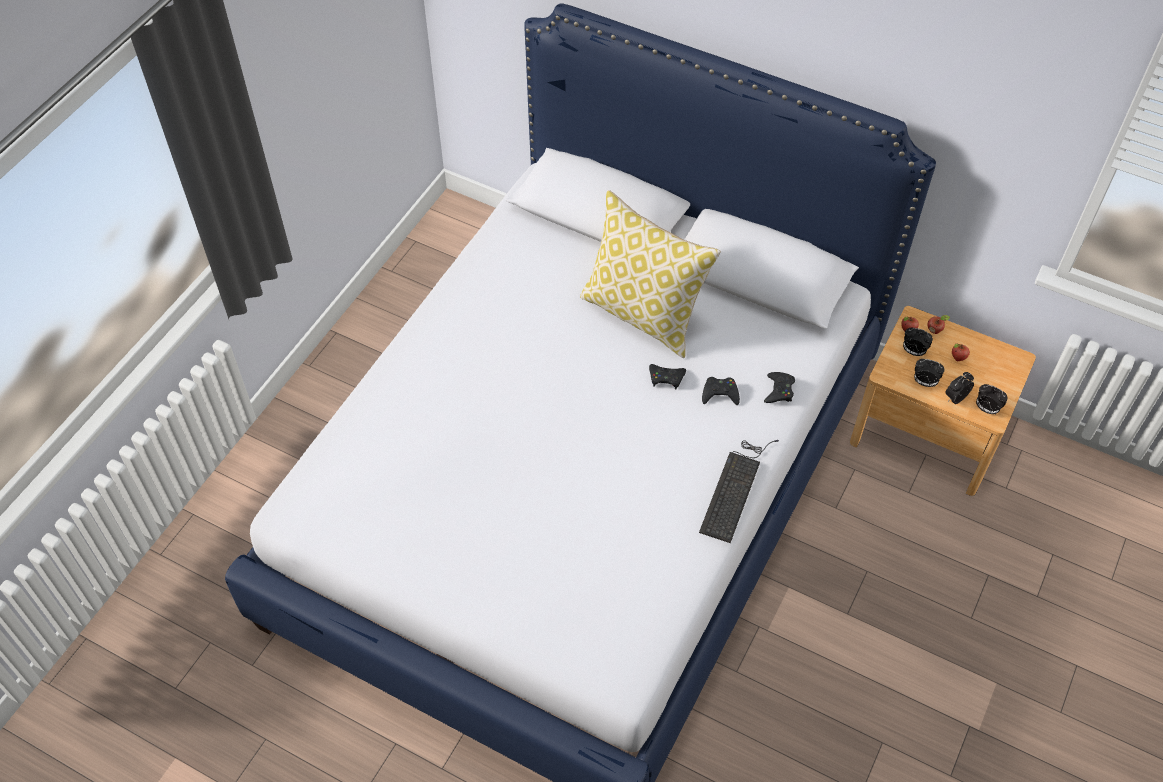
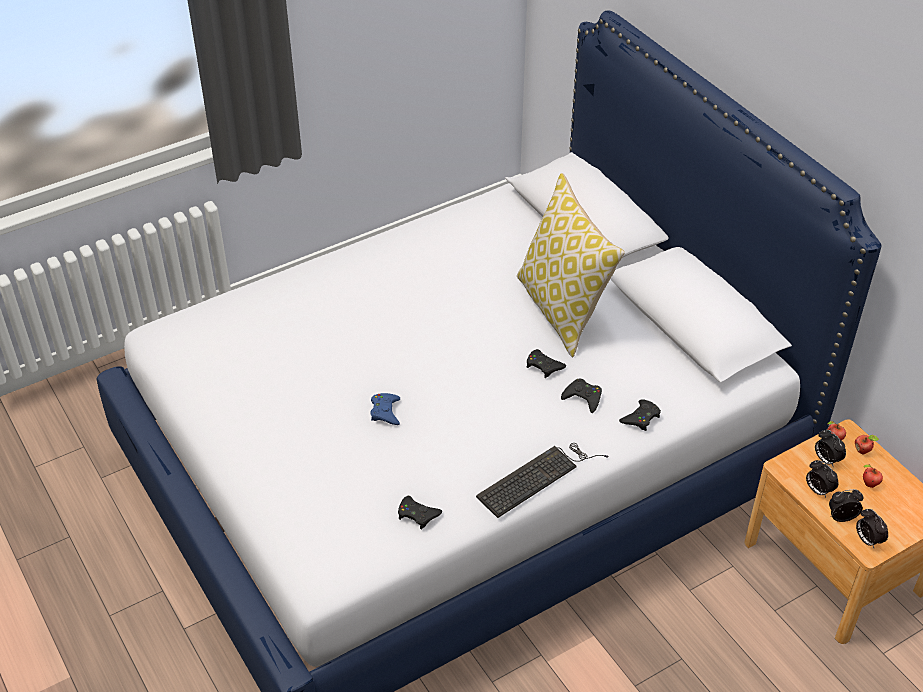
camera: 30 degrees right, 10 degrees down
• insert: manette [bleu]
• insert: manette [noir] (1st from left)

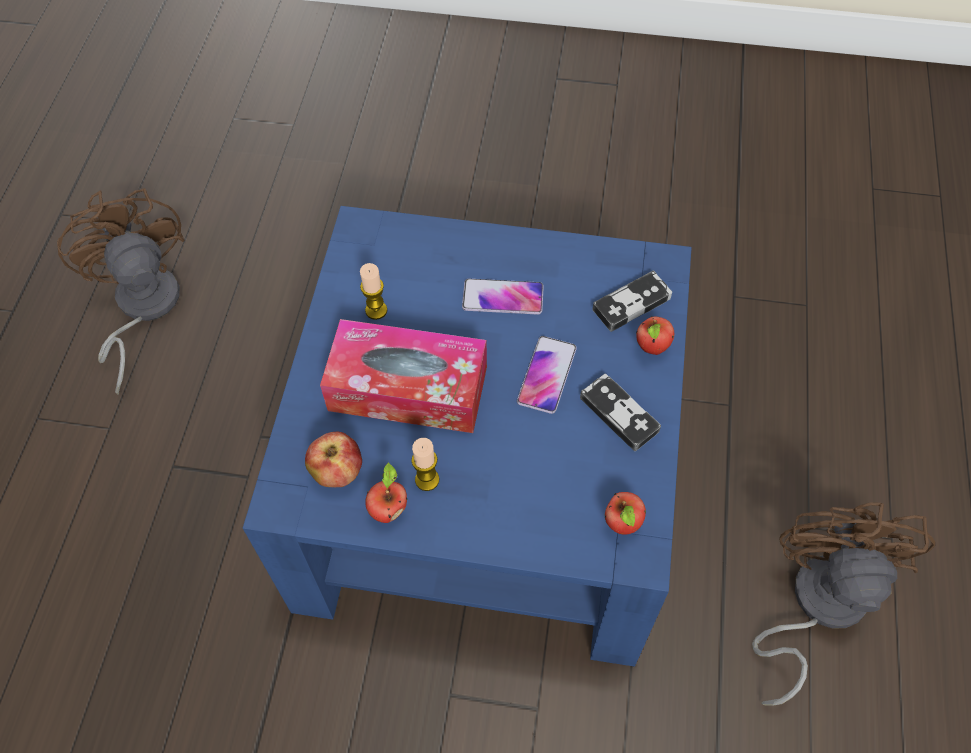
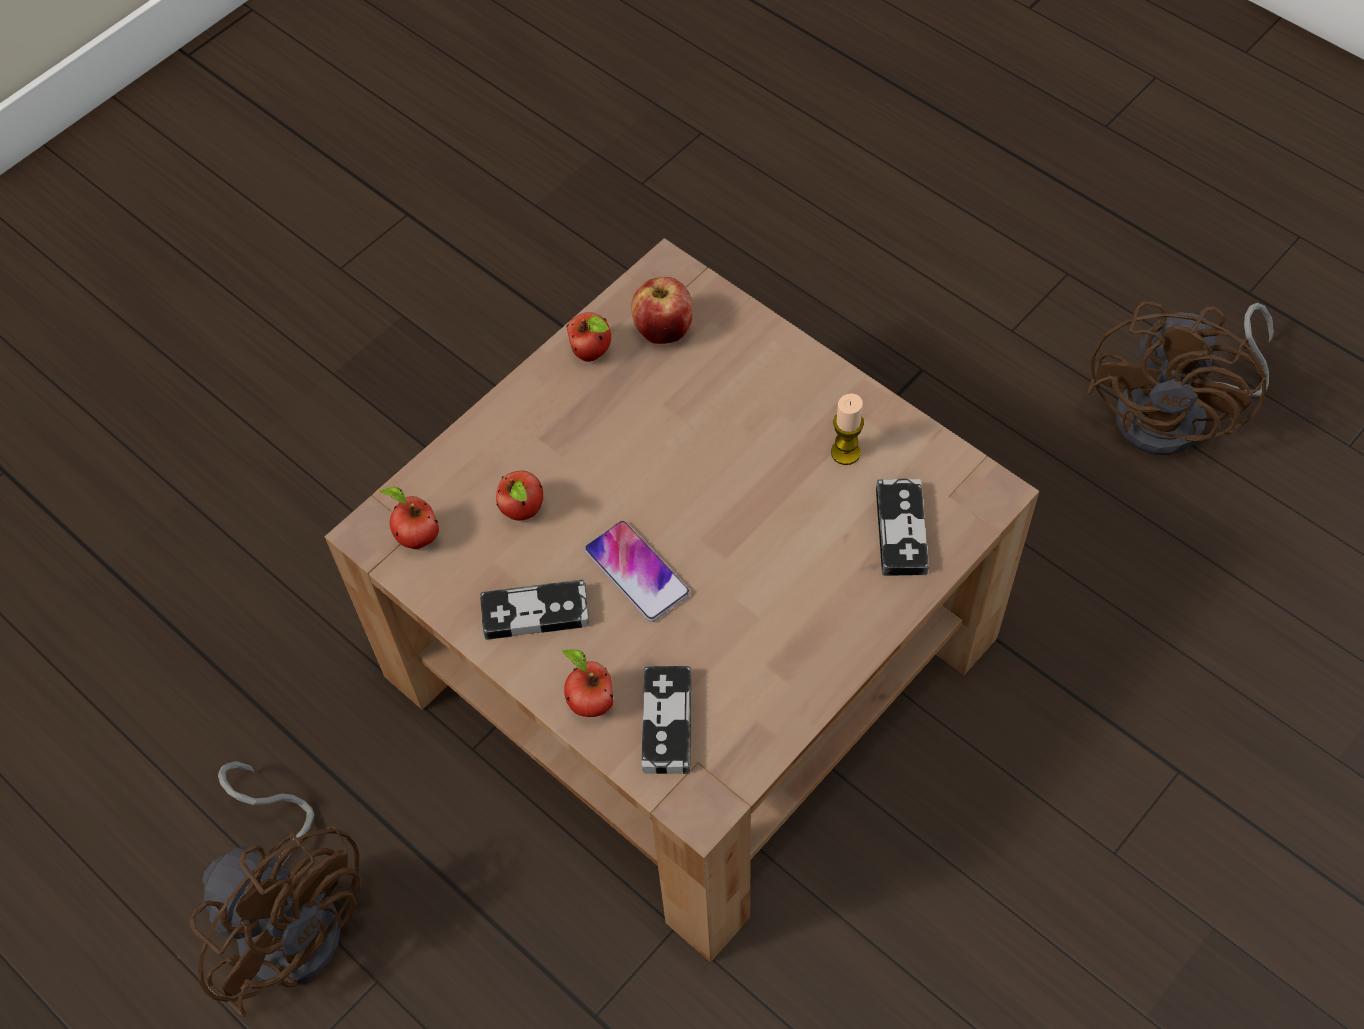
camera: 125 degrees right, 0 degrees up
• delete: boîte à mouchoirs
• delete: bougie (2nd from left)
• delete: téléphone (1st from left)
• insert: pomme (2nd from left)
• insert: manette (3rd from left)
• recolor: table basse [bleu] to table basse [marron]
• rotate: ventilateur [marron] (1st from left in the first image) 105 degrees clockwise

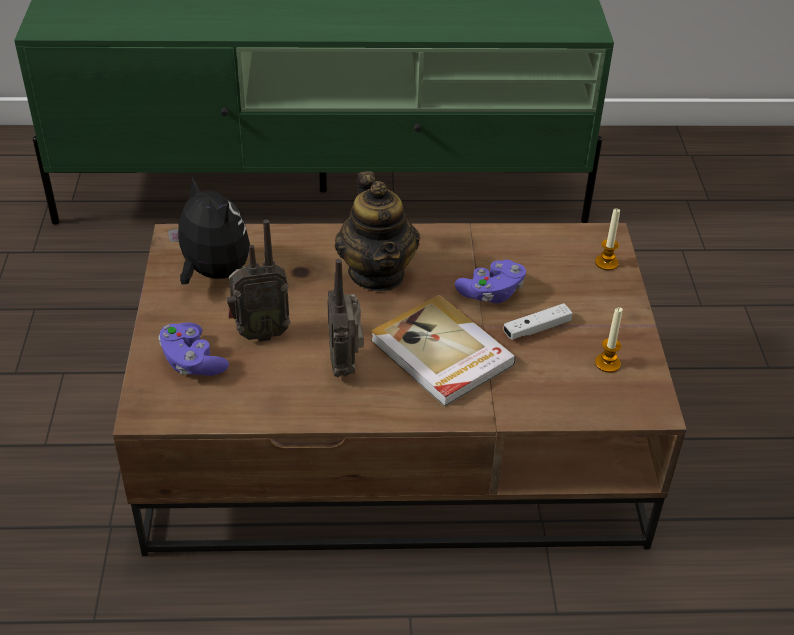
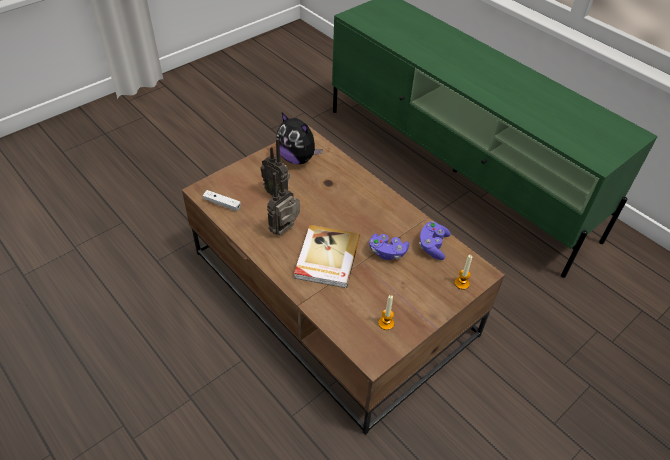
camera: 50 degrees right, 5 degrees up
• delete: théière
• move: manette [violet] (1st from left in the first image) to manette [violet] (2nd from left)
• move: manette [blanc]
• rotate: peluche 120 degrees clockwise

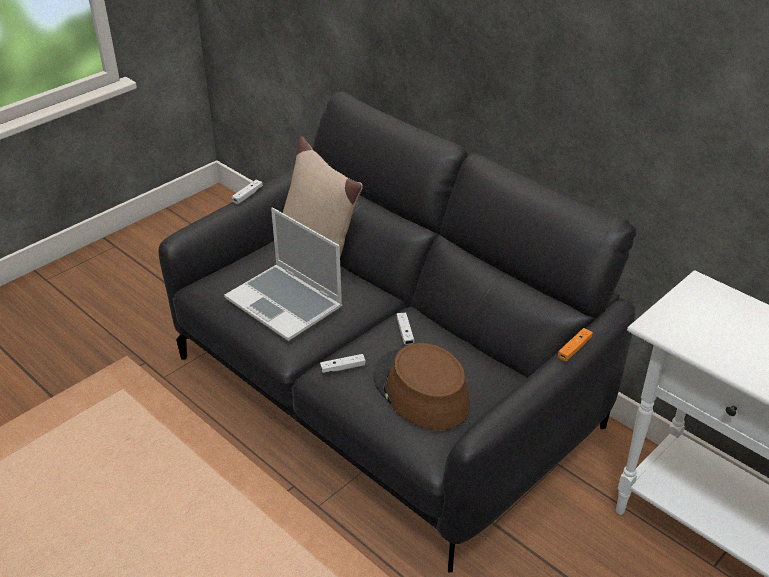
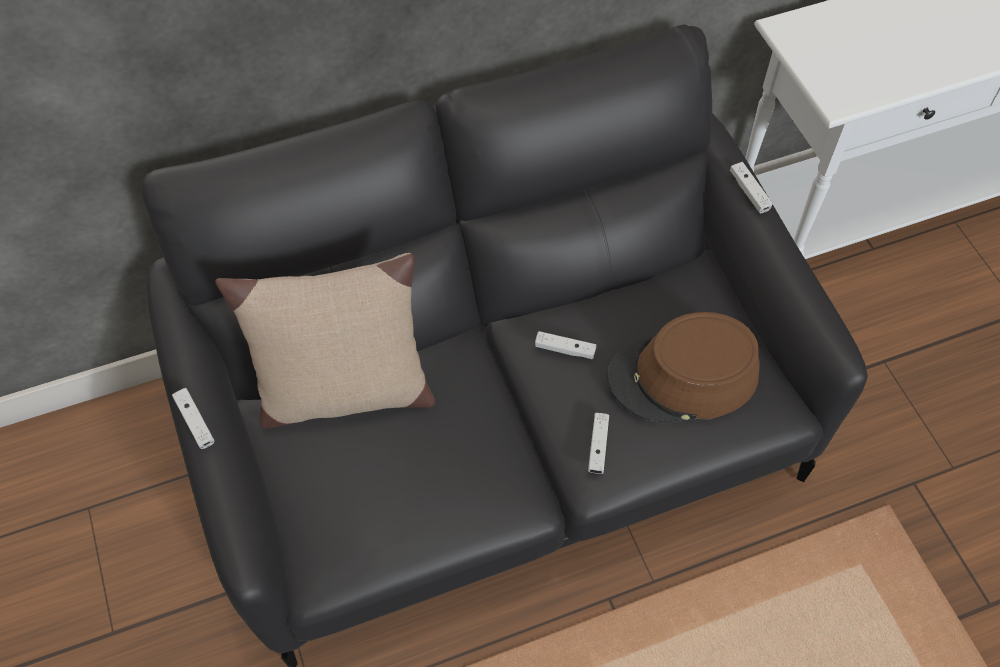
camera: 65 degrees left, 20 degrees up
• delete: ordinateur portable
• recolor: manette [orange] to manette [blanc] (4th from left)

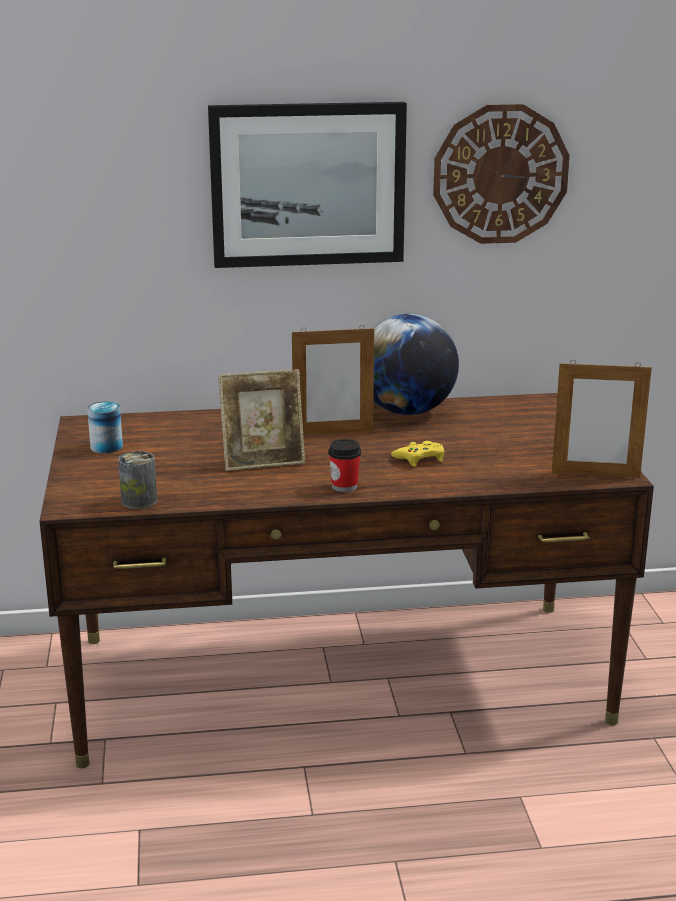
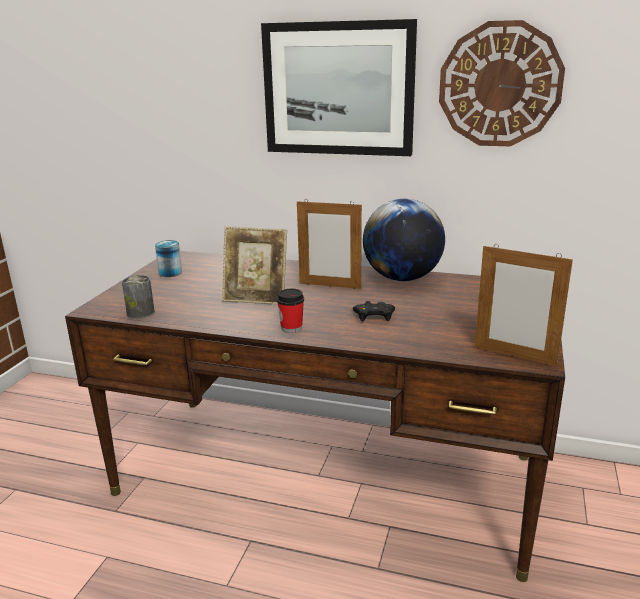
camera: 25 degrees right, 0 degrees up
• recolor: manette [jaune] to manette [noir]

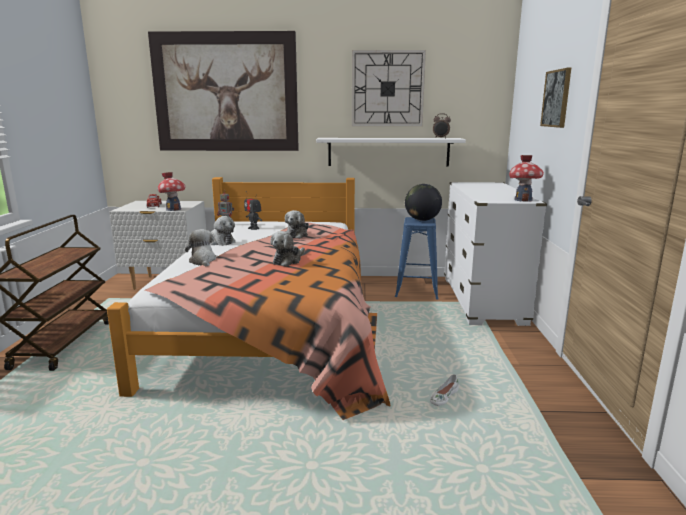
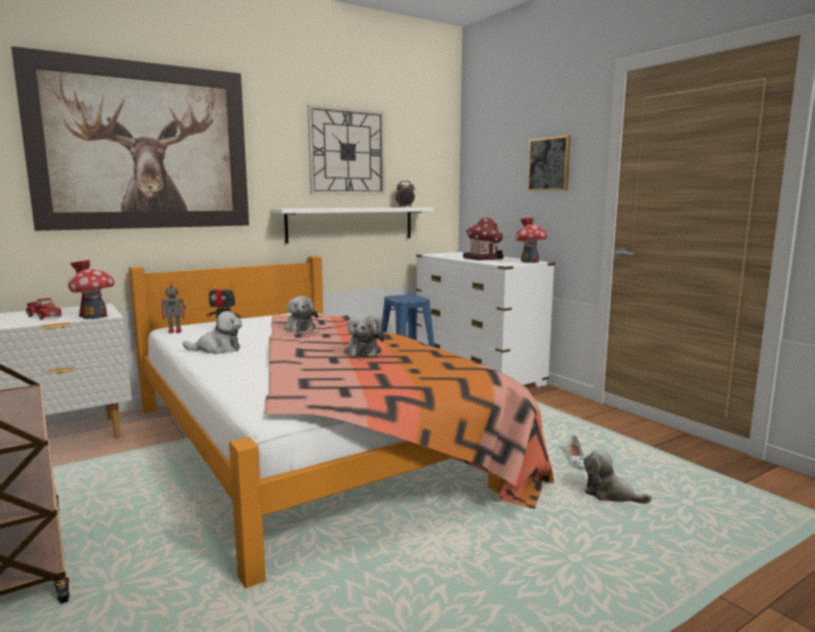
camera: 35 degrees left, 5 degrees down
• delete: globe
• insert: maison miniature (2nd from left)
• move: peluche (1st from left in the first image) to peluche (4th from left)

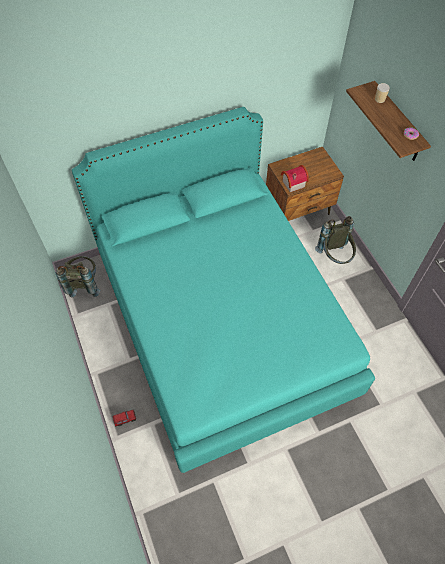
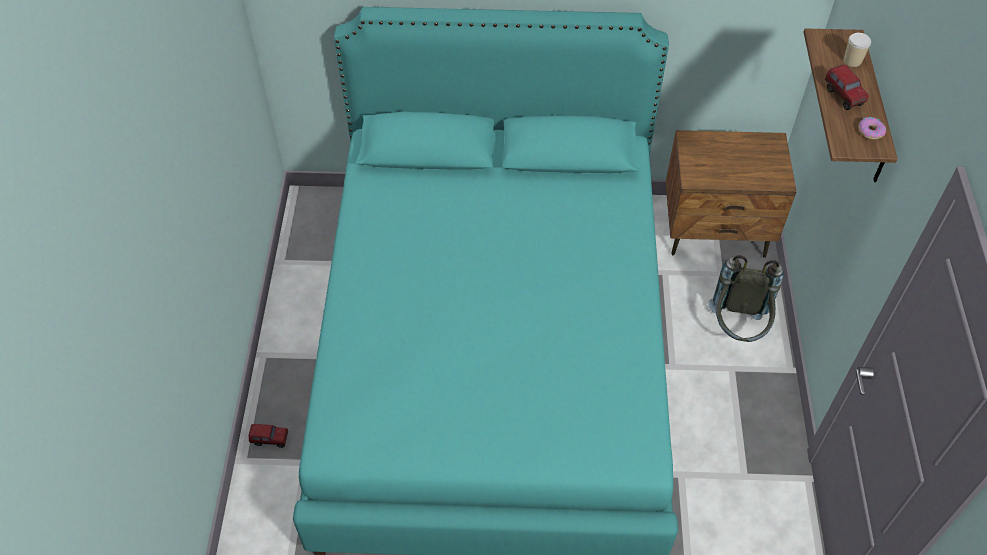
camera: 25 degrees right, 5 degrees down
• delete: sac à dos [gris] (1st from left)
• delete: maison miniature
• insert: camion jouet (2nd from left)

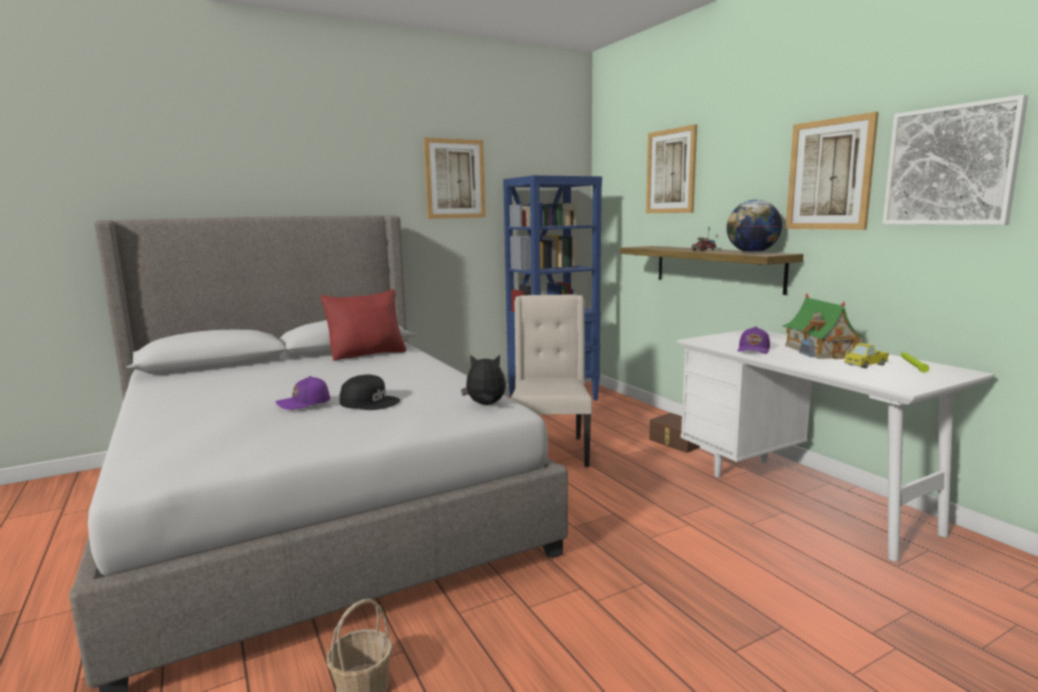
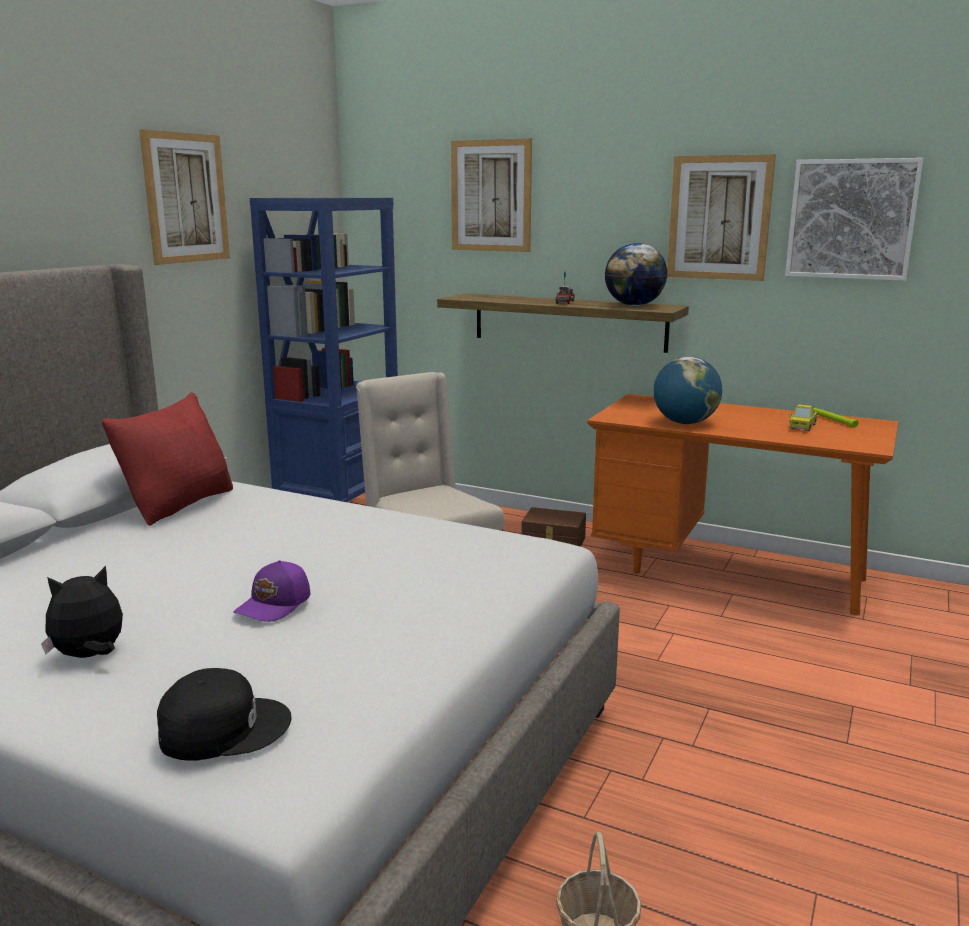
camera: 35 degrees left, 5 degrees up
• delete: maison miniature
• move: casquette [noir]
• move: peluche
• replace: casquette [violet] (2nd from left) to globe (2nd from left)
• recolor: bureau [blanc] to bureau [orange]

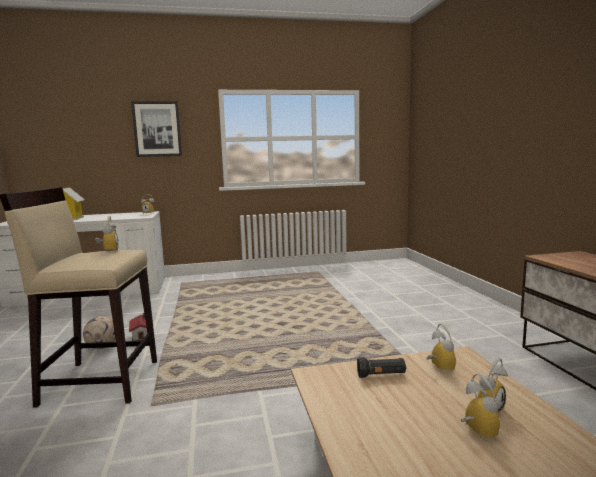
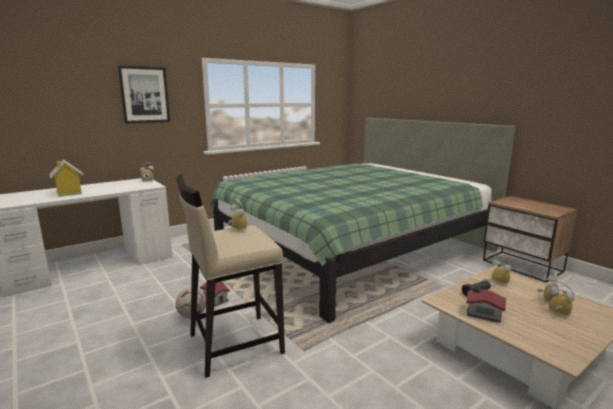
camera: 25 degrees left, 5 degrees up
• insert: lit [vert]
• insert: maison miniature (3rd from left)

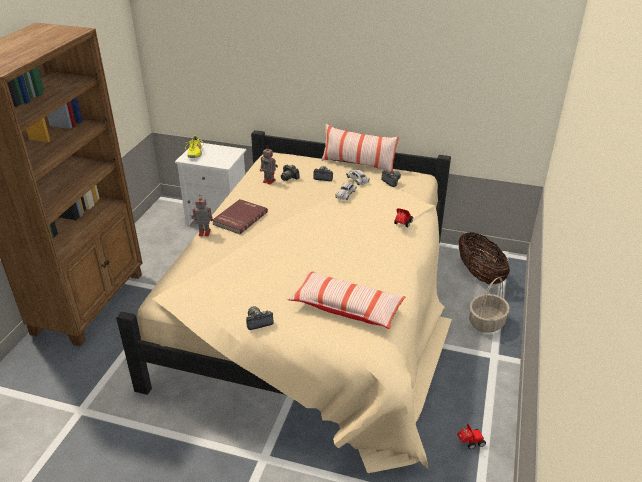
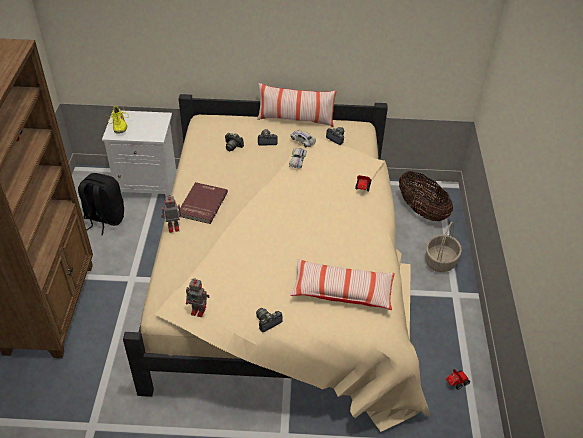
camera: 15 degrees left, 10 degrees up
• insert: sac à dos [noir]
• move: robot jouet (2nd from left)

